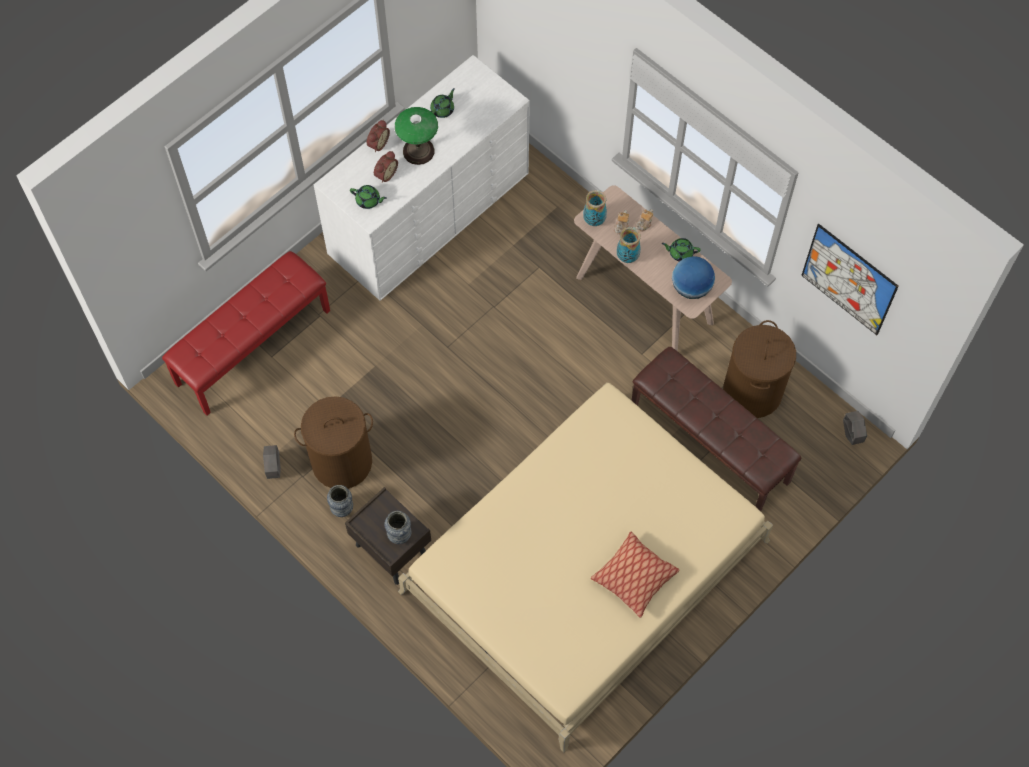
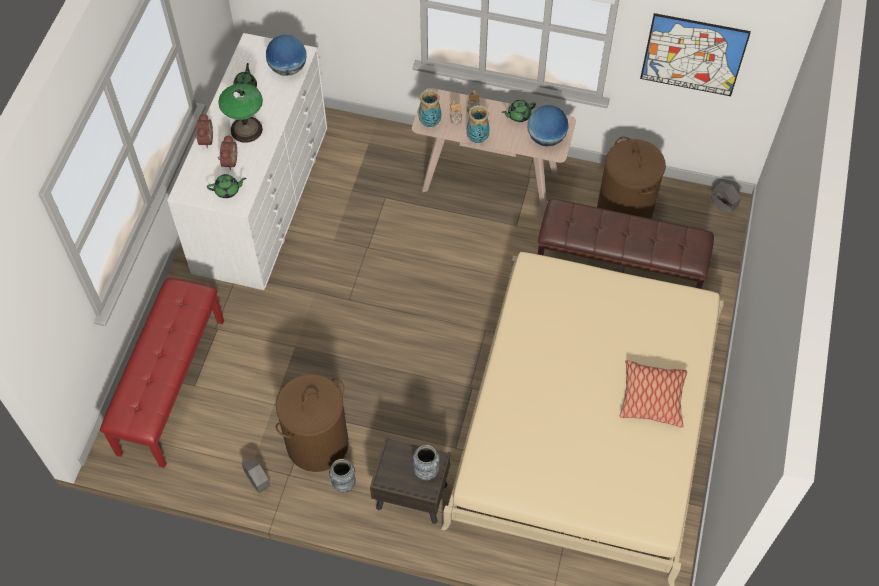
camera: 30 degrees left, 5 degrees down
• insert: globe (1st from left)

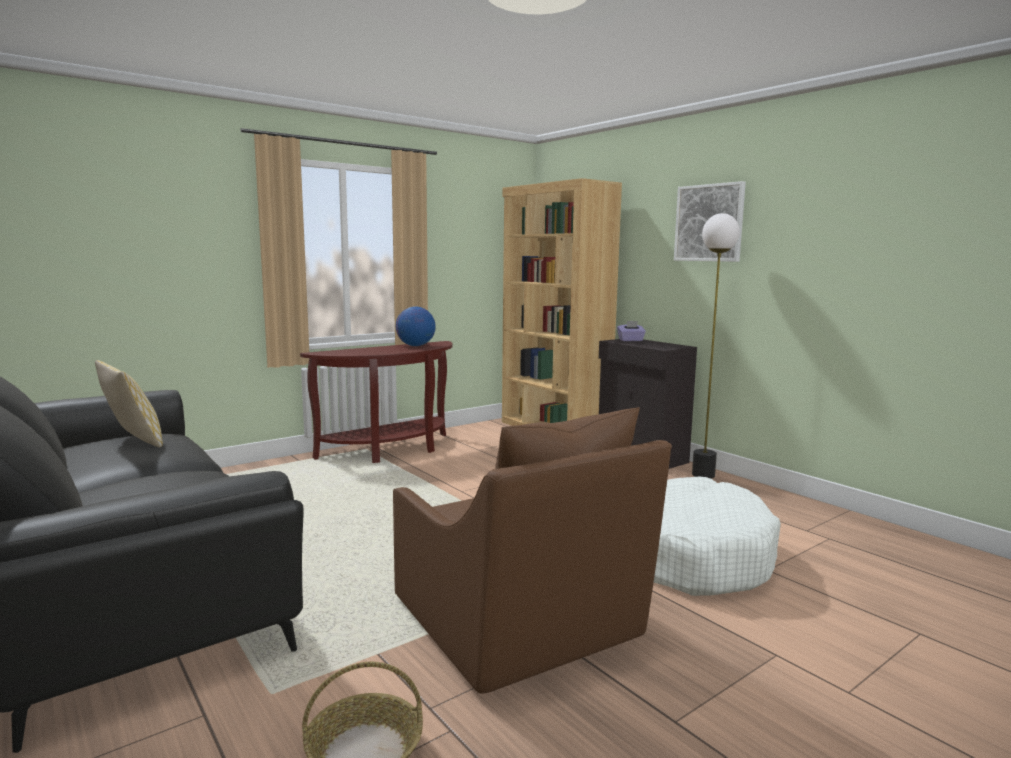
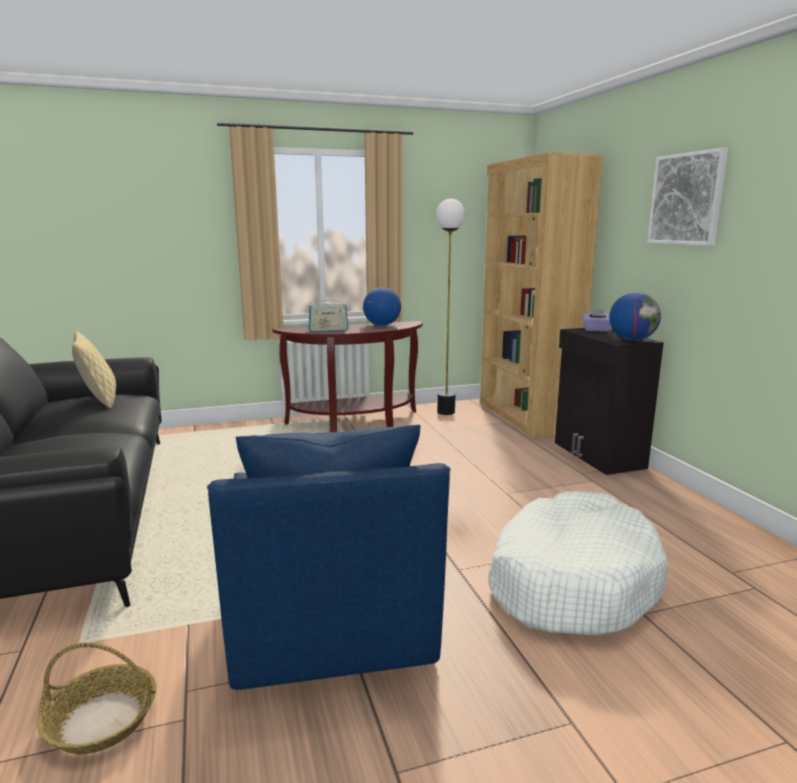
camera: 20 degrees right, 5 degrees up
• insert: radio
• insert: globe (2nd from left)
• move: lampadaire
• recolor: fauteuil [marron] to fauteuil [bleu]

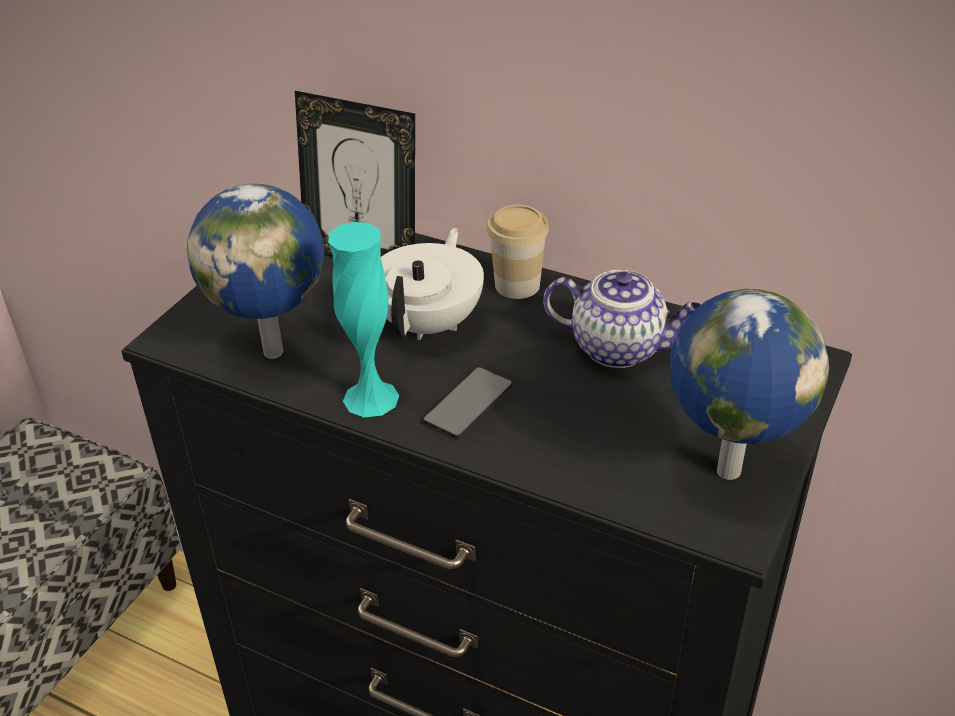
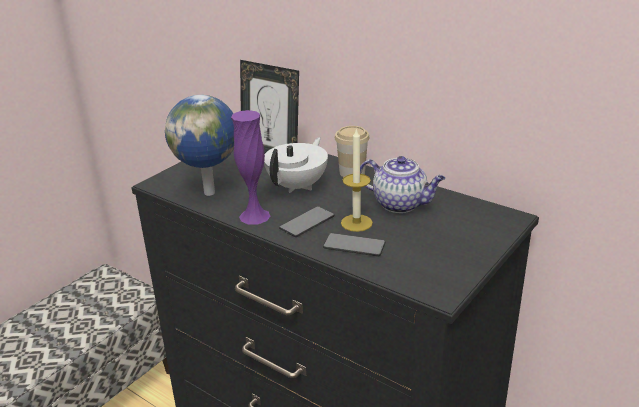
camera: 10 degrees right, 10 degrees down
• delete: globe (2nd from left)
• insert: téléphone (2nd from left)
• insert: bougie
• recolor: vase [turquoise] to vase [violet]

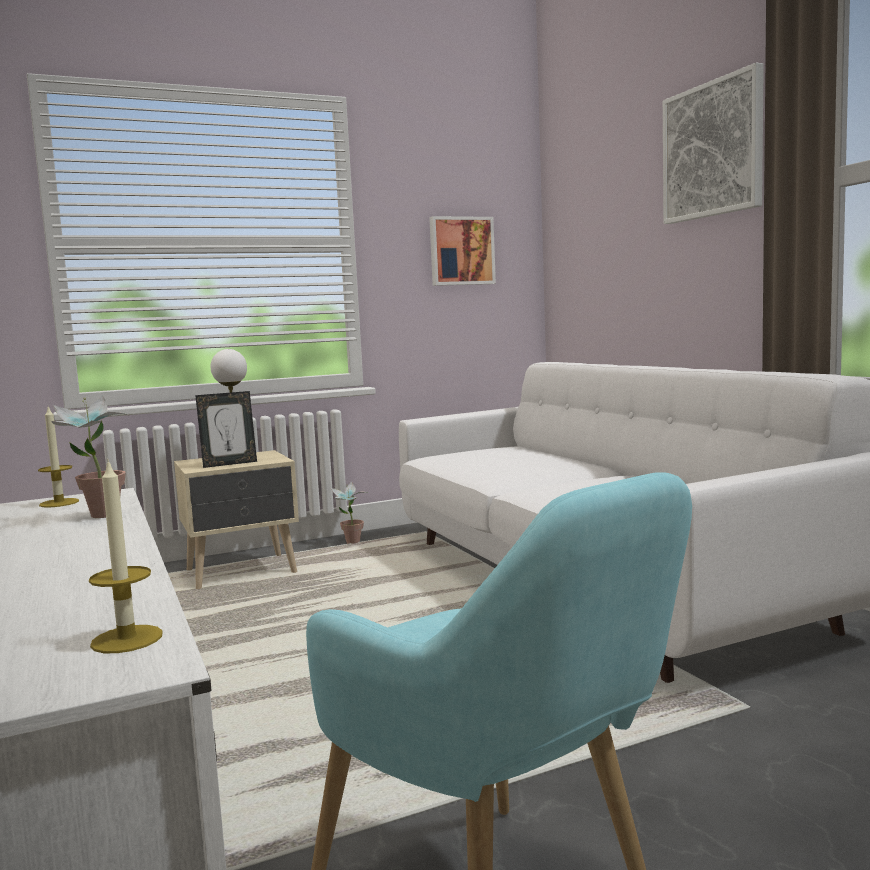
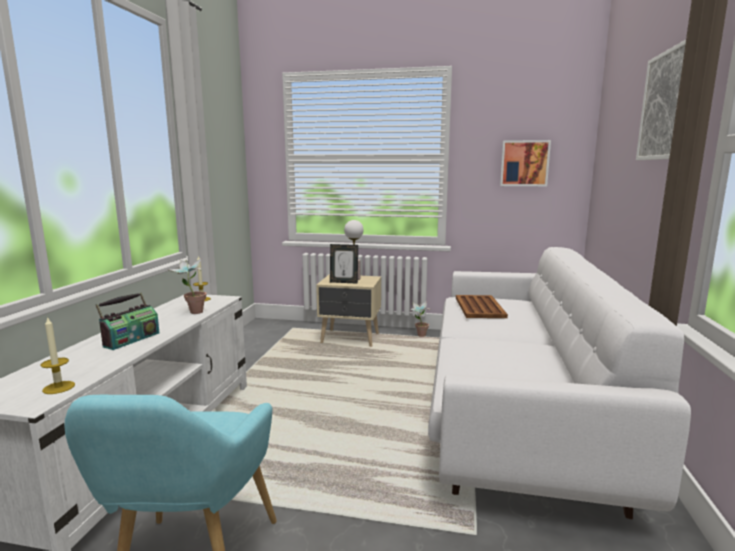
camera: 35 degrees right, 5 degrees up
• insert: radio
• insert: plateau [marron]

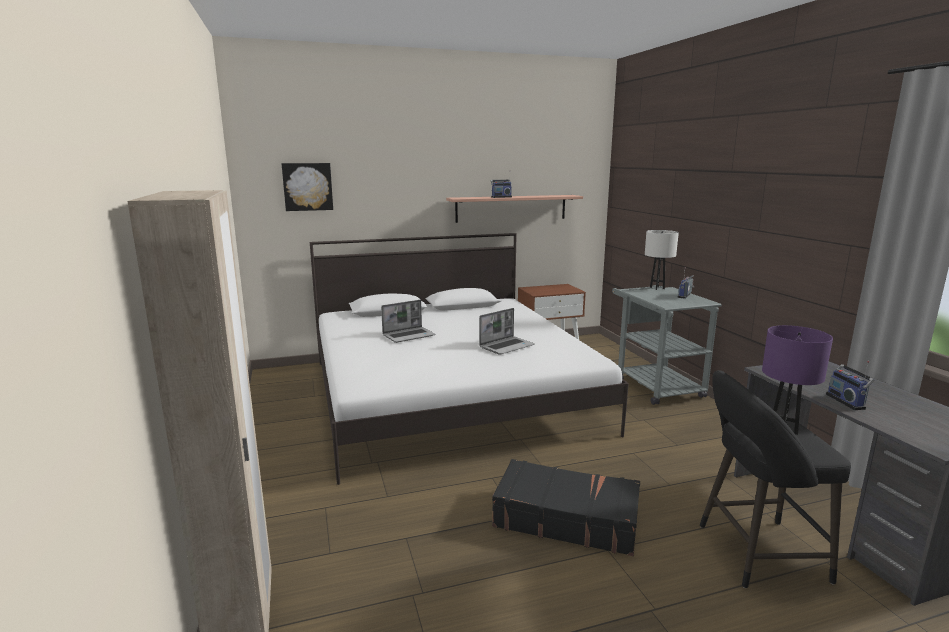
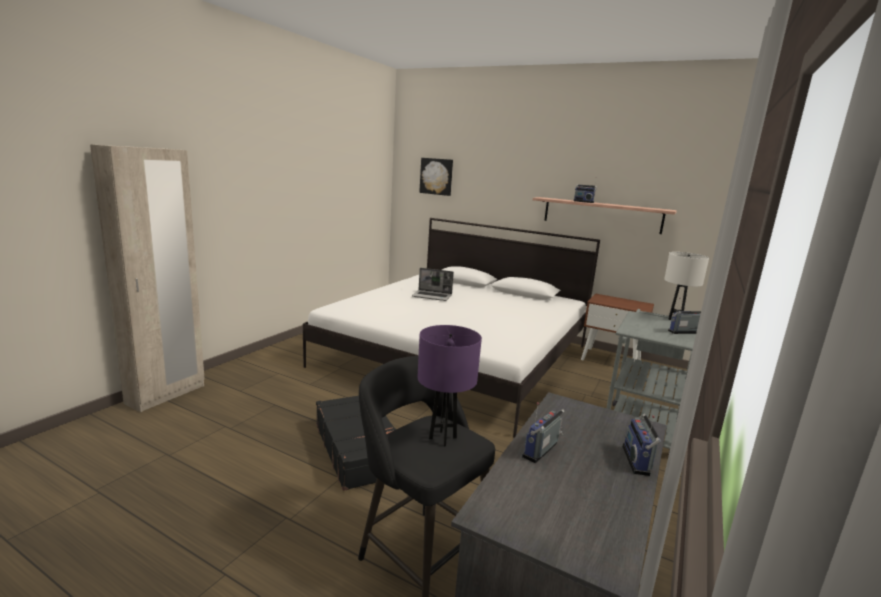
camera: 45 degrees right, 0 degrees up
• delete: ordinateur portable (2nd from left)
• insert: radio (3rd from left)

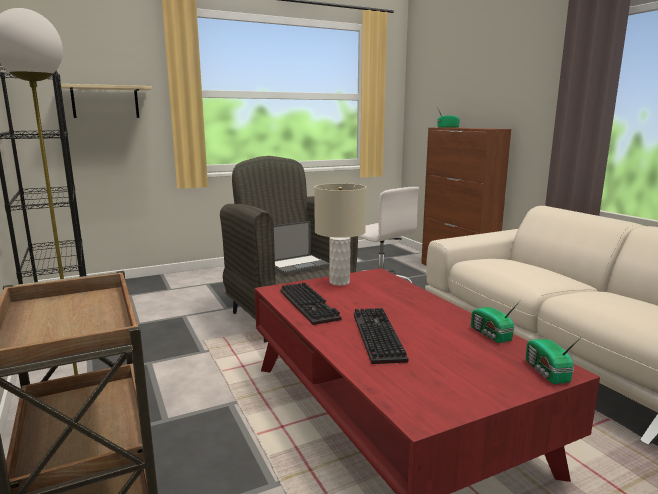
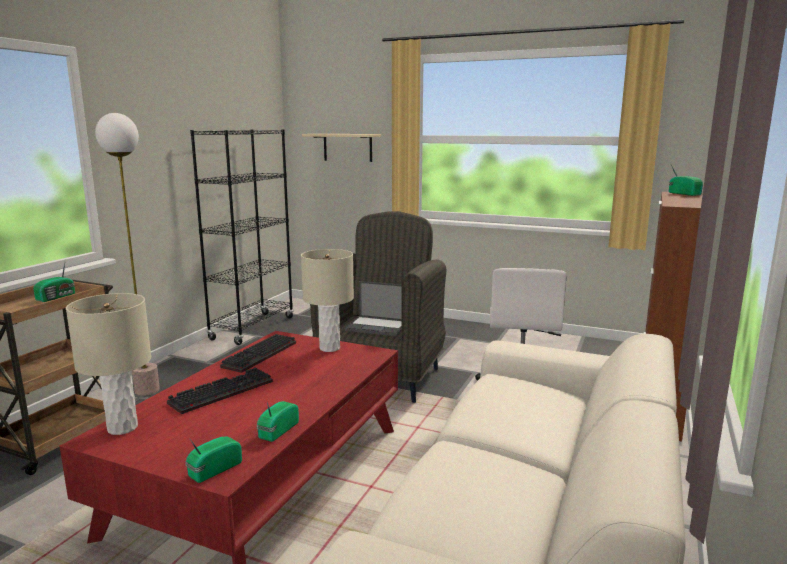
camera: 50 degrees right, 0 degrees up
• insert: radio (1st from left)
• insert: lampe de table [beige] (1st from left)

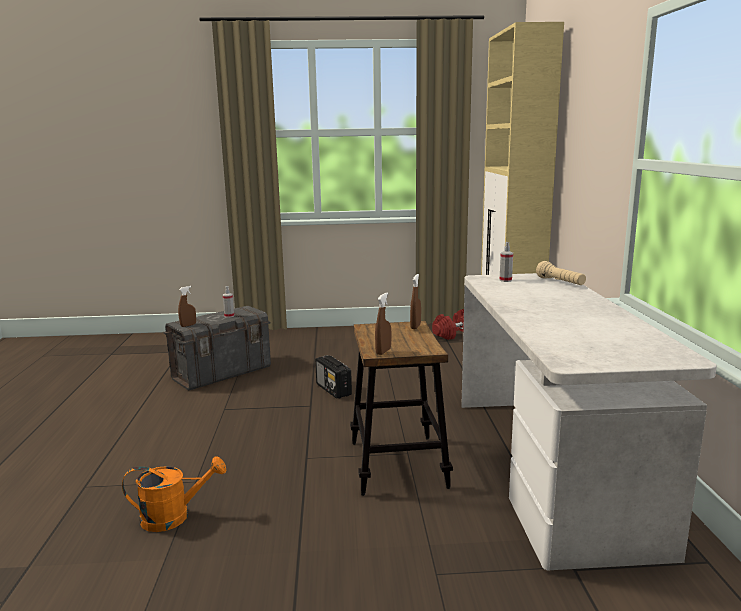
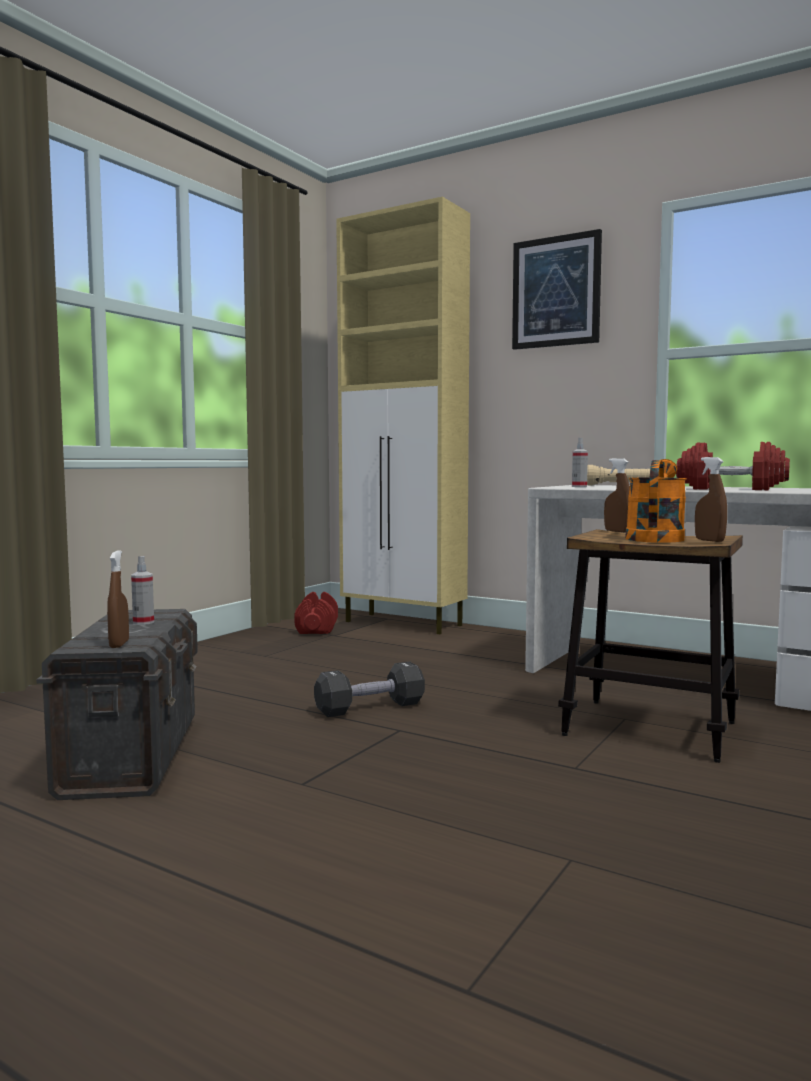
camera: 55 degrees left, 10 degrees down
• insert: tableau
• insert: haltère [rouge] (2nd from left)
• move: arrosoir [orange]
• replace: radio to haltère [noir]

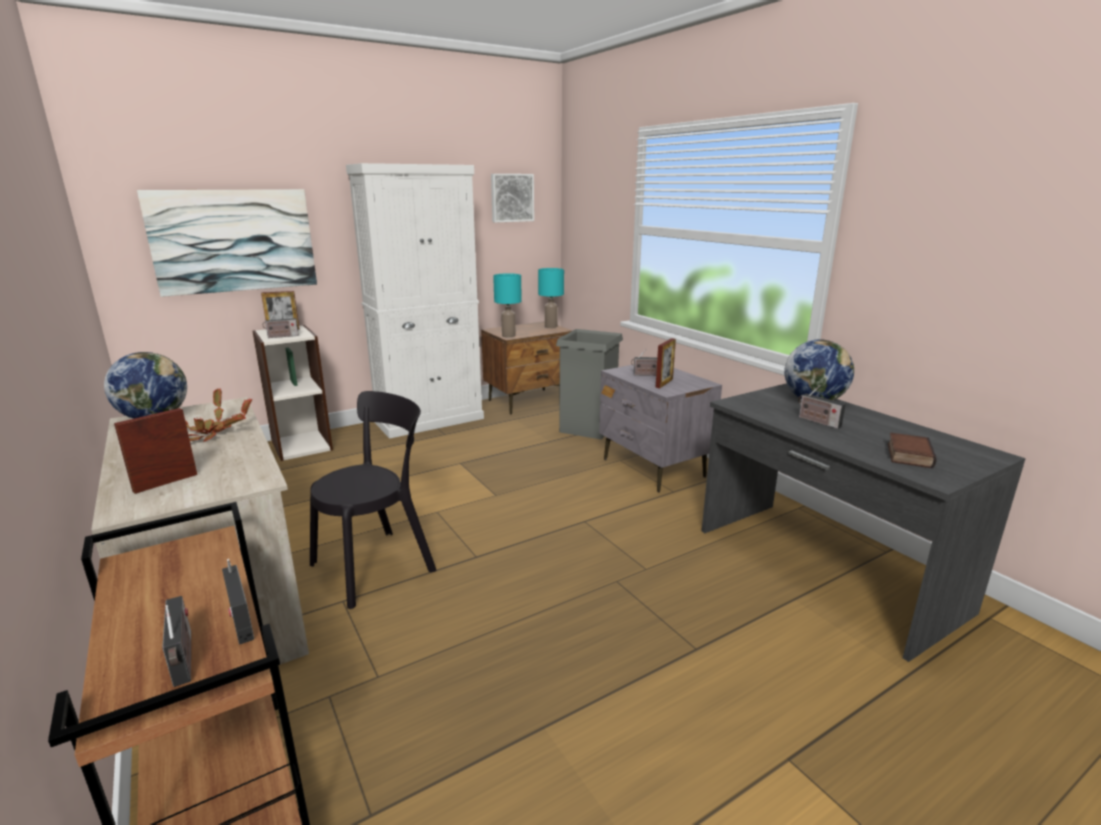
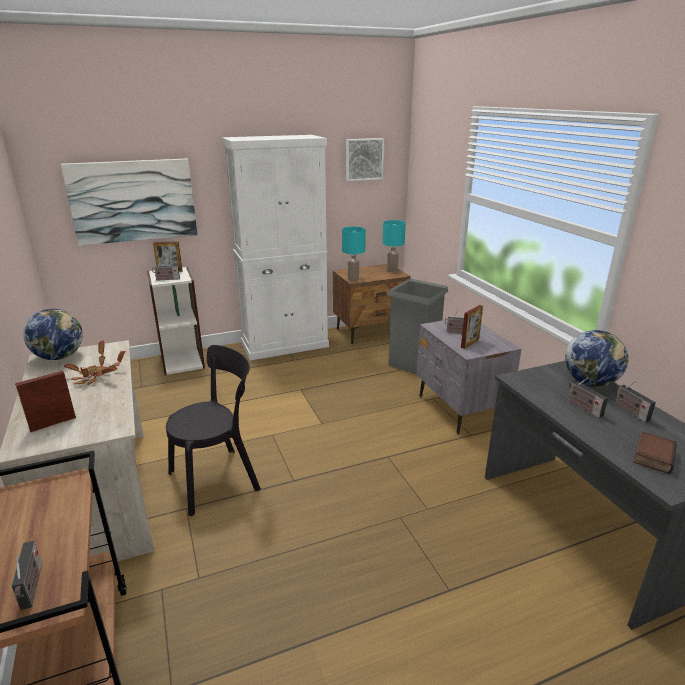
camera: 10 degrees right, 5 degrees up
• move: radio (2nd from left in the first image) to radio (5th from left)

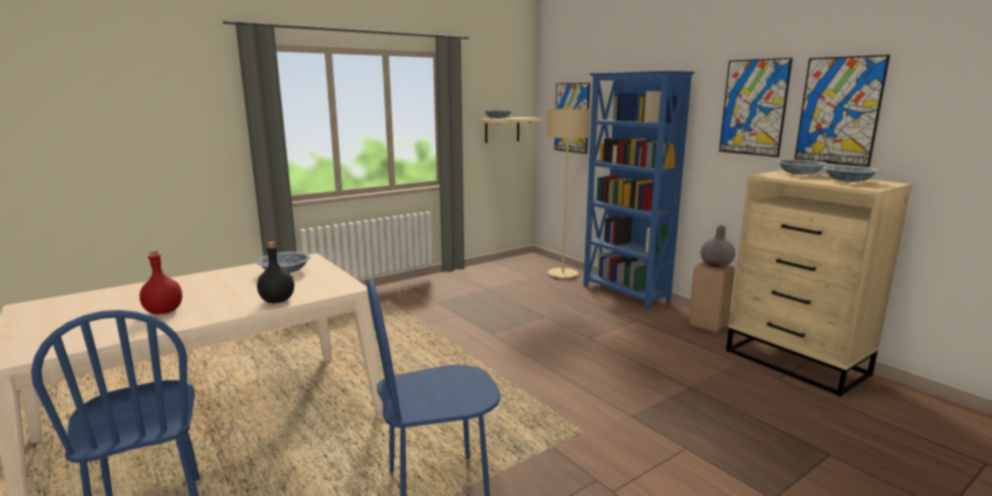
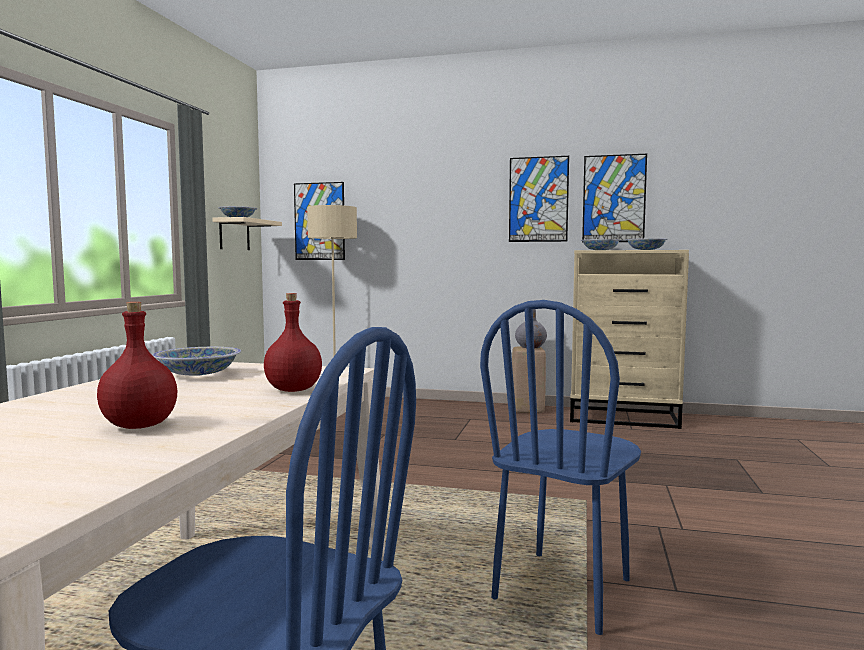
camera: 40 degrees left, 10 degrees down
• delete: bibliothèque [bleu]
• recolor: bouteille [noir] to bouteille [rouge] (2nd from left)

